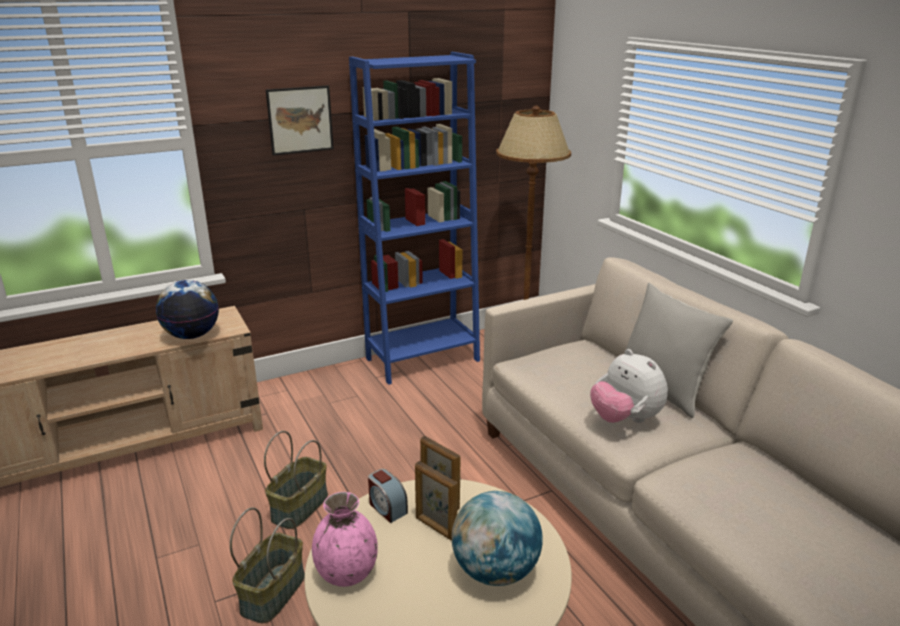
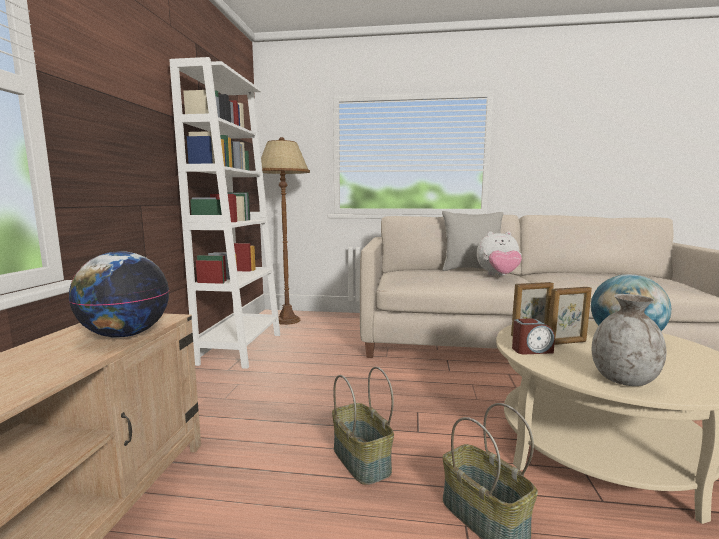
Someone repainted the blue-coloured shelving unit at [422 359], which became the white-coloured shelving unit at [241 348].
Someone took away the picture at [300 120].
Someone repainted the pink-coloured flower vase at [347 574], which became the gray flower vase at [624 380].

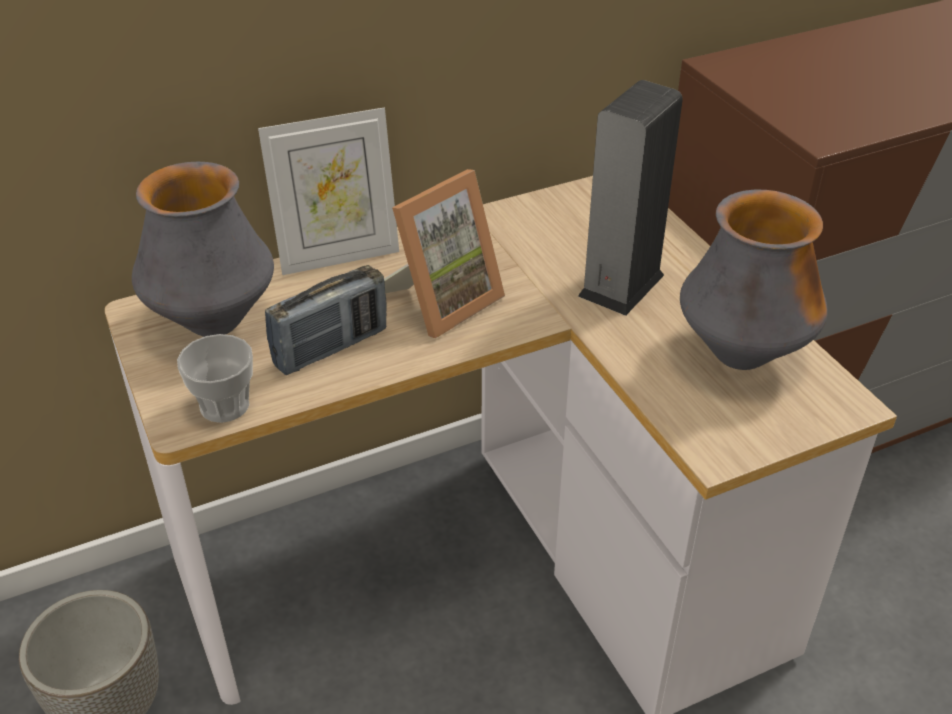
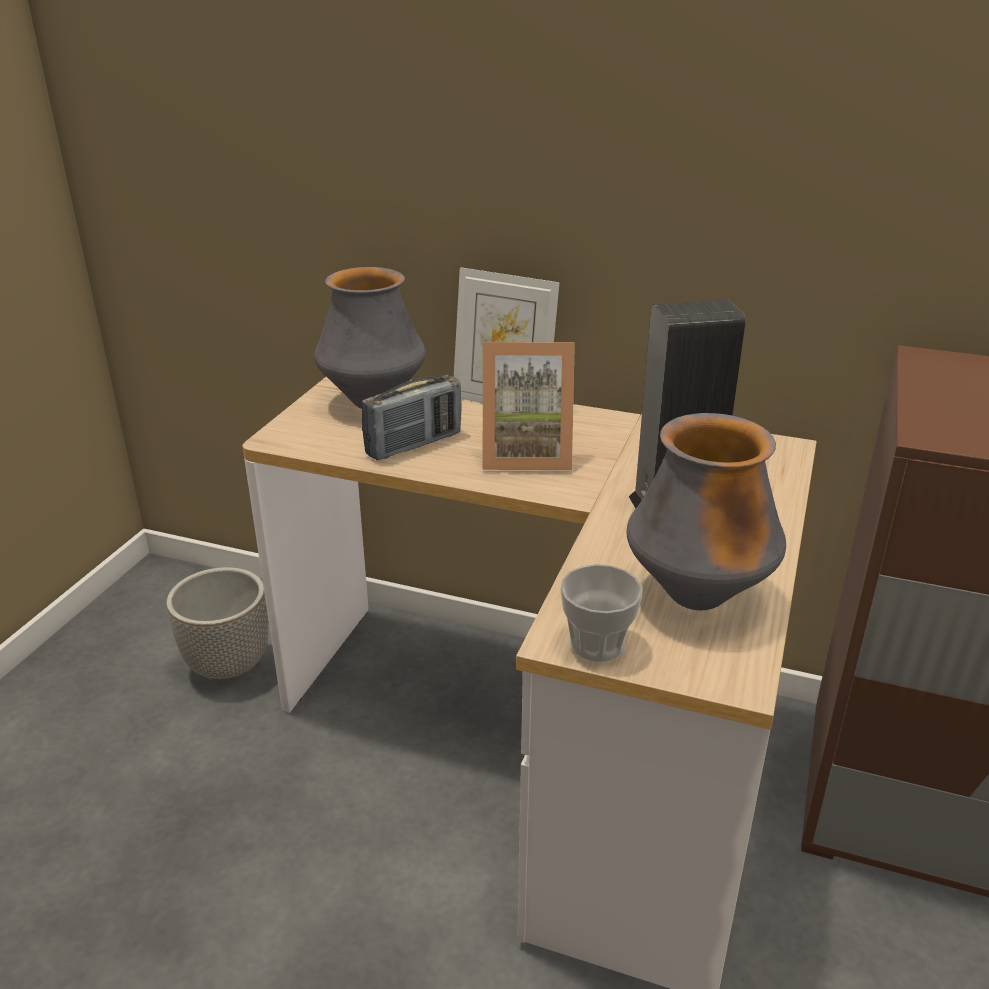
Someone rotated the radio set at [331 347] by 45 degrees counterclockwise.
Someone carried the cup from [224 406] to [597 644].

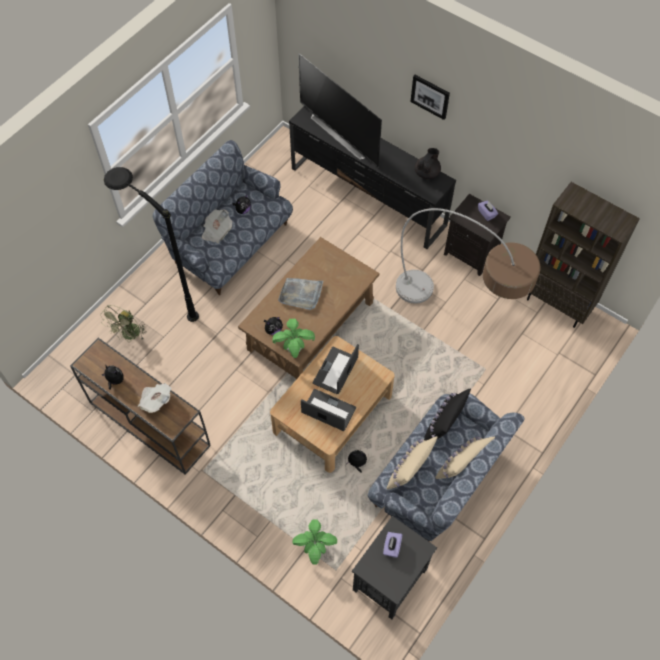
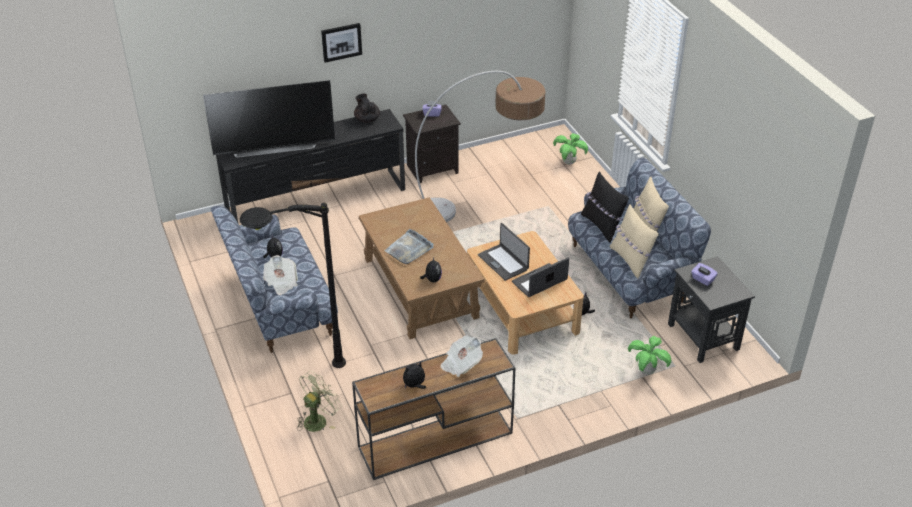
Someone took away the brownish shelving unit at [557 304].
Someone rotated the green cooling fan at [129 335] by 105 degrees counterclockwise.
Someone carried the houseplant from [294 349] to [569 162].

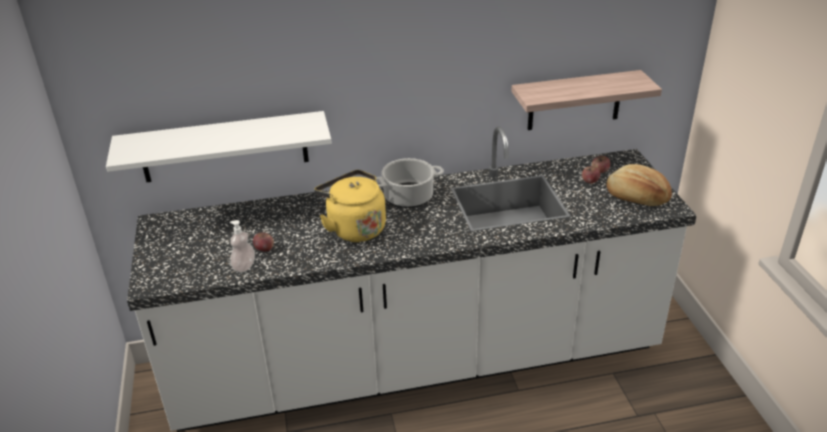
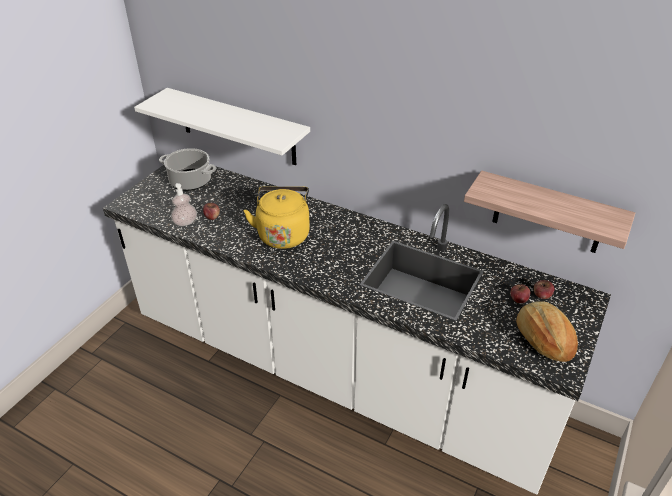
Someone carried the stockpot from [408 197] to [189 181].

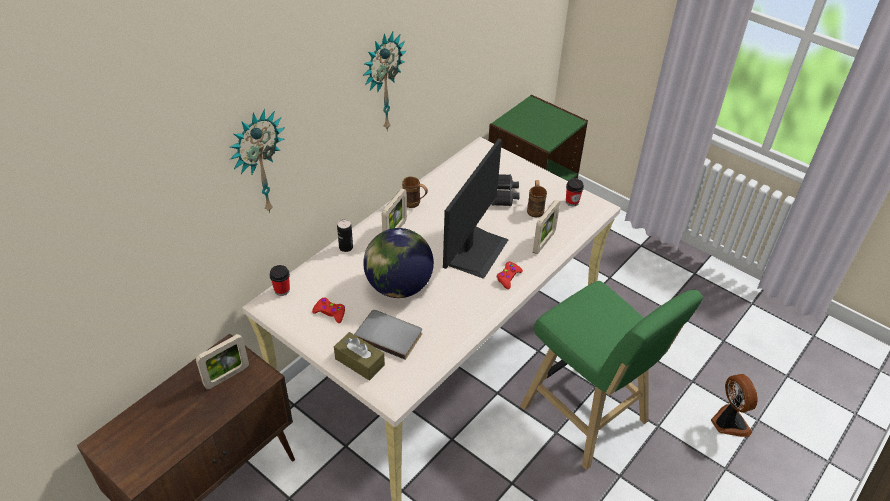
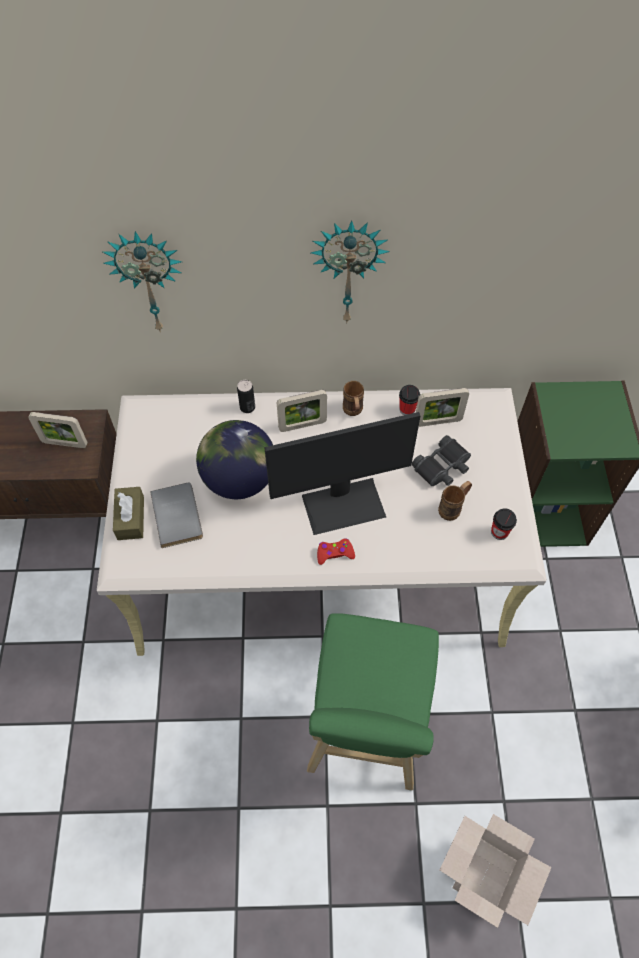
Someone carried the picture frame from [544 242] to [438 422].
Someone carried the cup from [282 290] to [407 409].
Someone took away the red game controller at [330 312].
Someone swapped the cooling fan at [728 422] for the carton at [484 872].

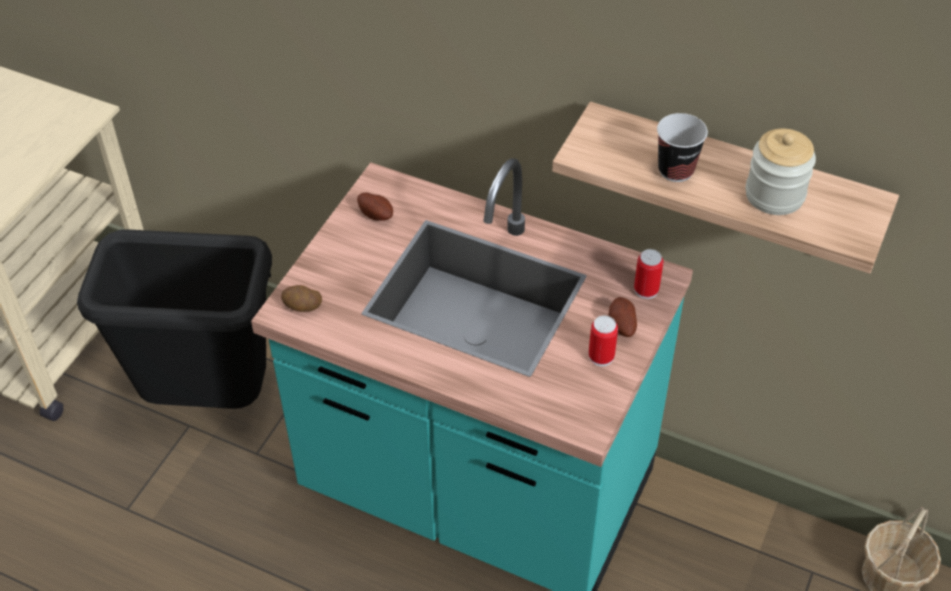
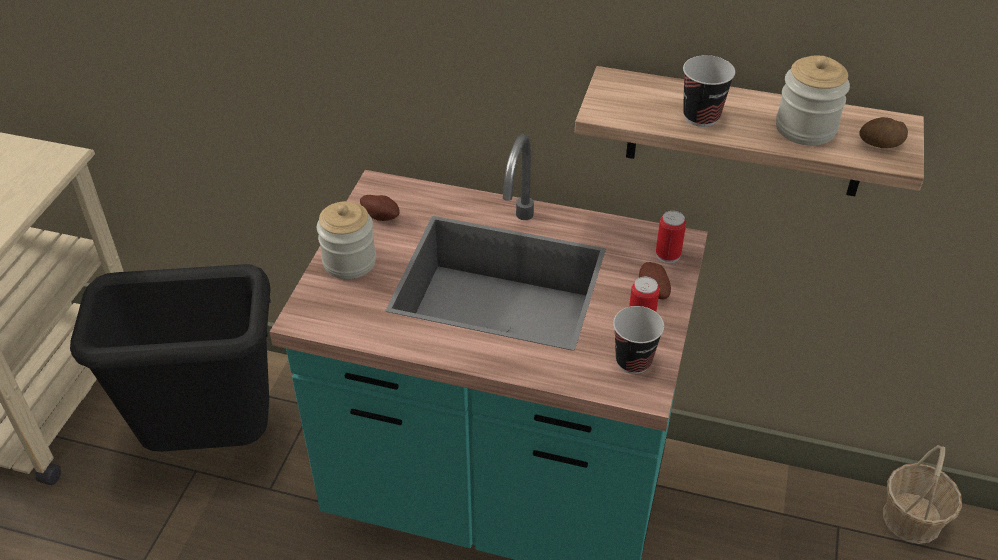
Someone carried the spud from [302 306] to [881 144].
Someone put down the storage jar at [349 261].
Someone put down the cup at [633 361].

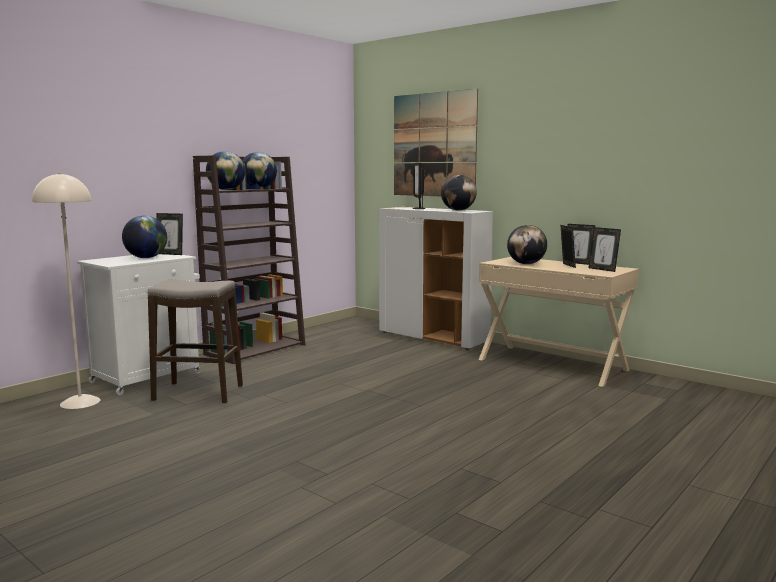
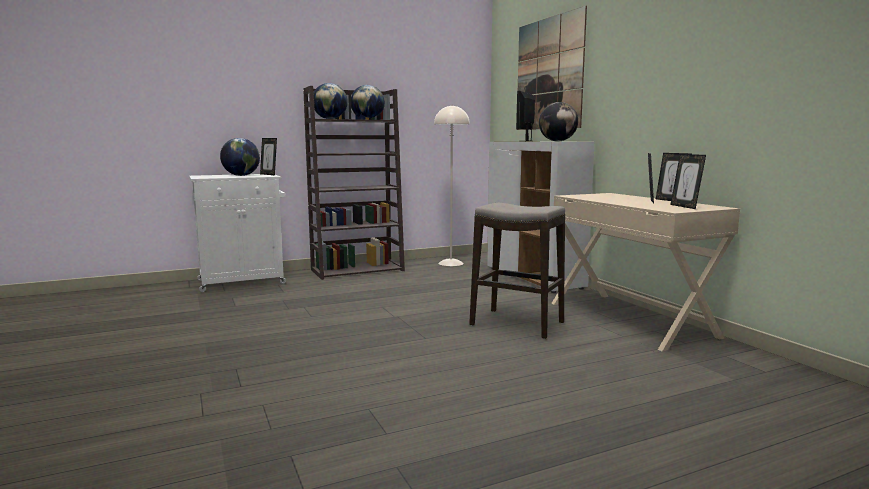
Someone carried the sand-coloured floor lamp from [79 402] to [450 263].
Someone took away the globe at [526 264].
Someone carried the stool seat from [198 393] to [517 324].

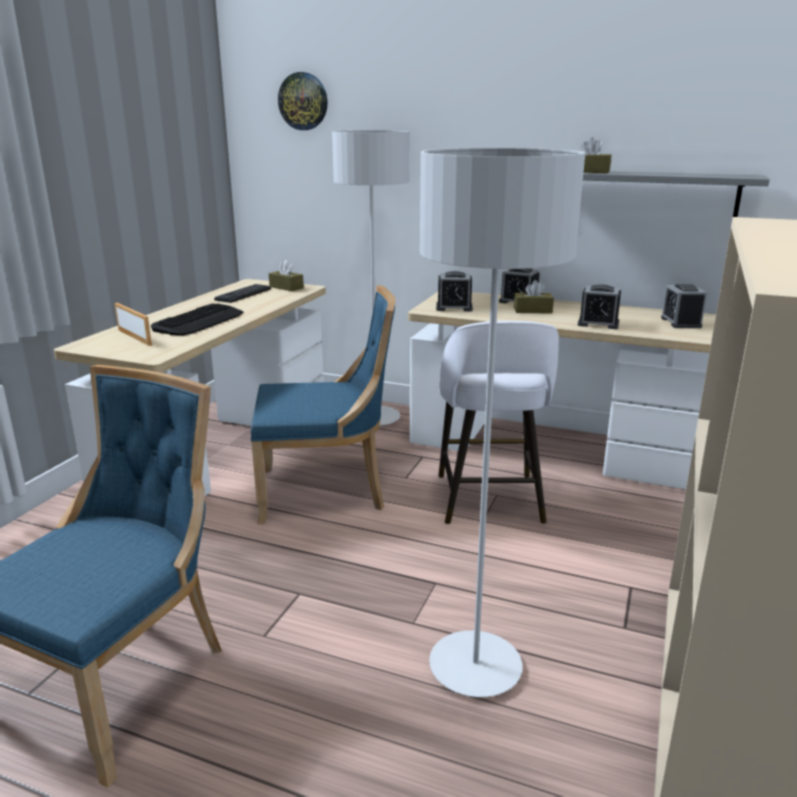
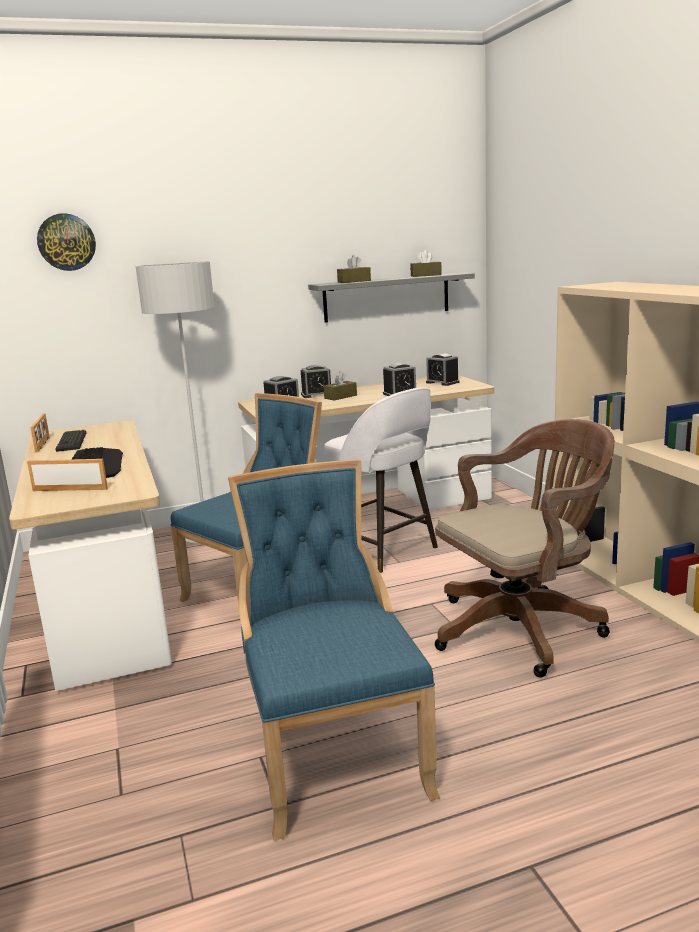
Someone swapped the gray floor lamp at [475 666] for the brownish desk chair at [523 627].
Someone carried the brownish tissue holder from [286 287] to [426 275].
Someone put down the picture frame at [43 444].

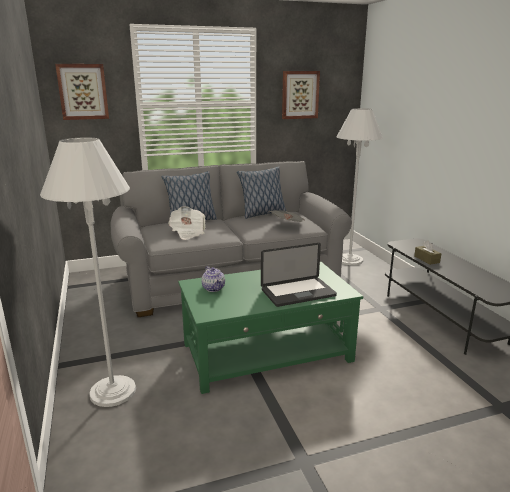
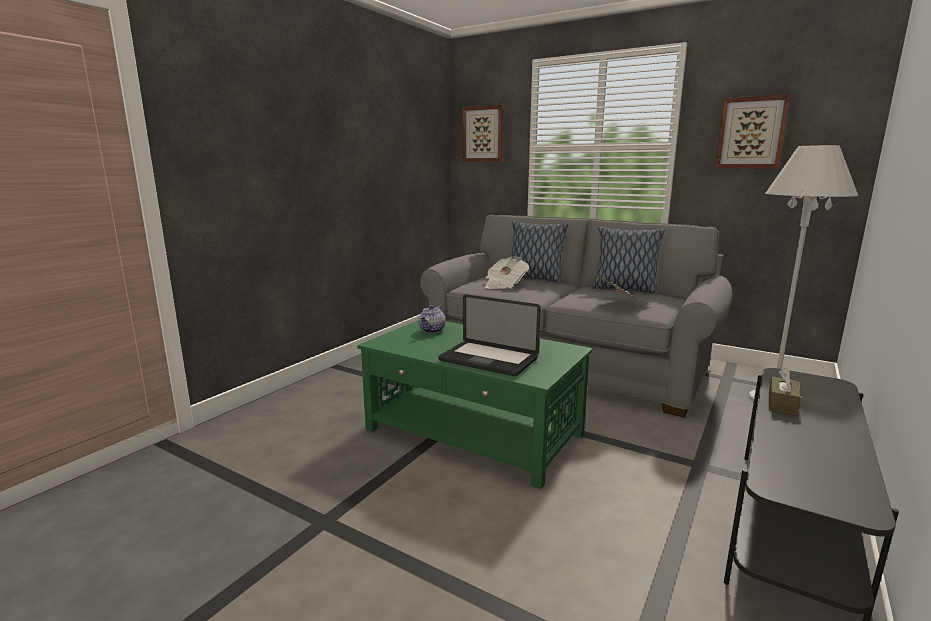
Someone took away the white-coloured floor lamp at [113 391].

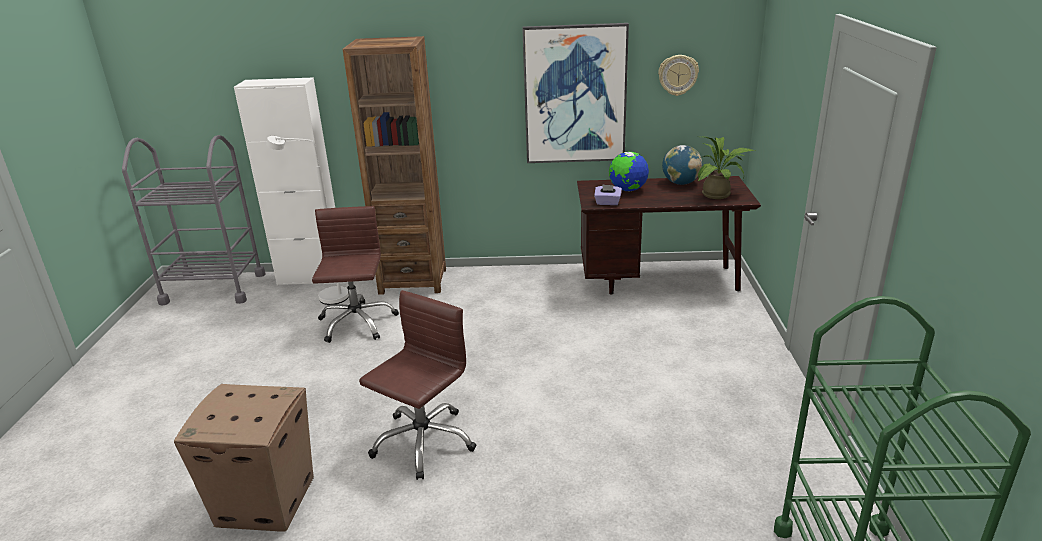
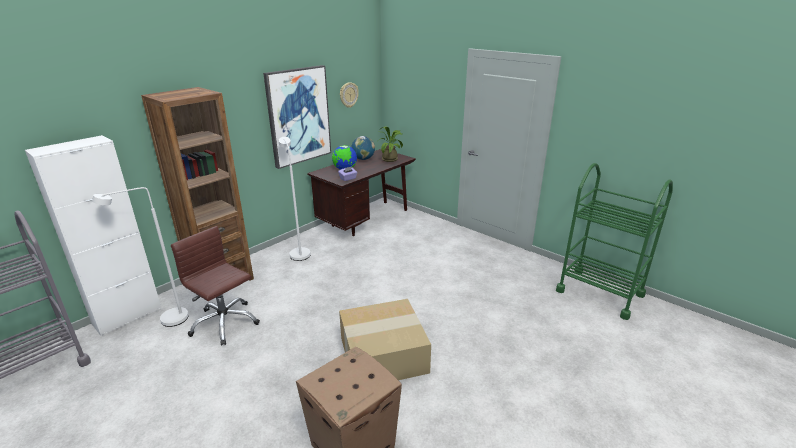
Someone swapped the brownish desk chair at [423 441] for the carton at [384 353].
Someone put down the white-coloured floor lamp at [299 252].

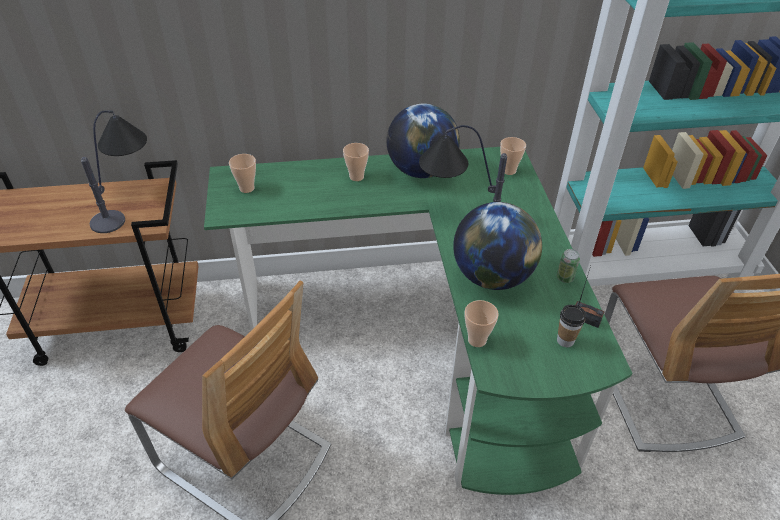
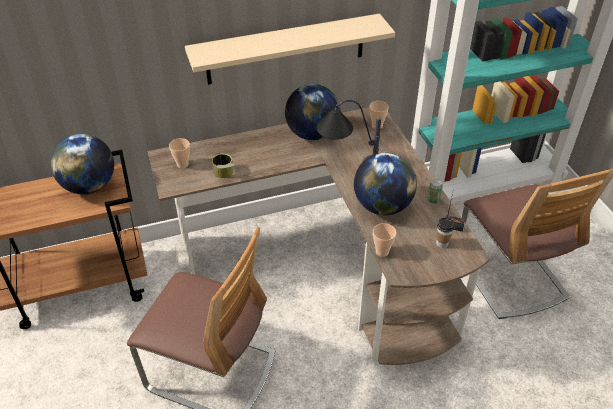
Someone swapped the tabletop lamp at [126 201] for the globe at [89 186].
Someone took away the cup at [356 177].
Someone repainted the green desk unit at [426 342], which became the brownish desk unit at [329 264].
Someone put up the sand-coloured bracket shelf at [286 49].
Someone put down the sealed can at [224 175].

